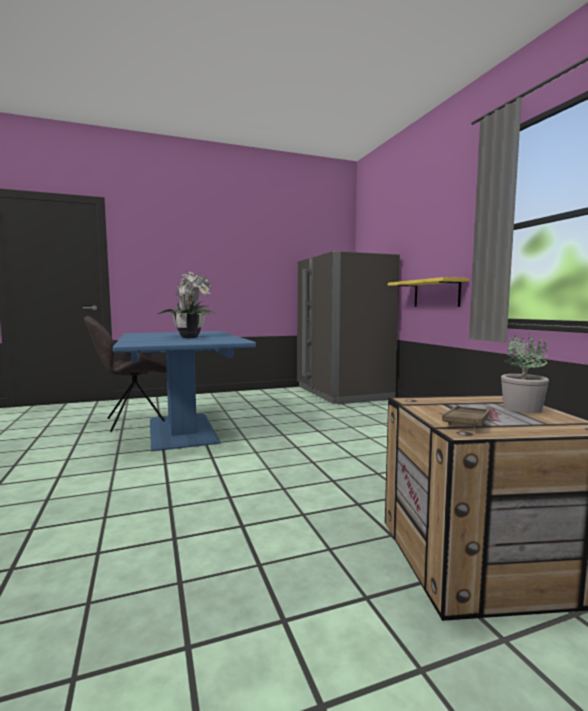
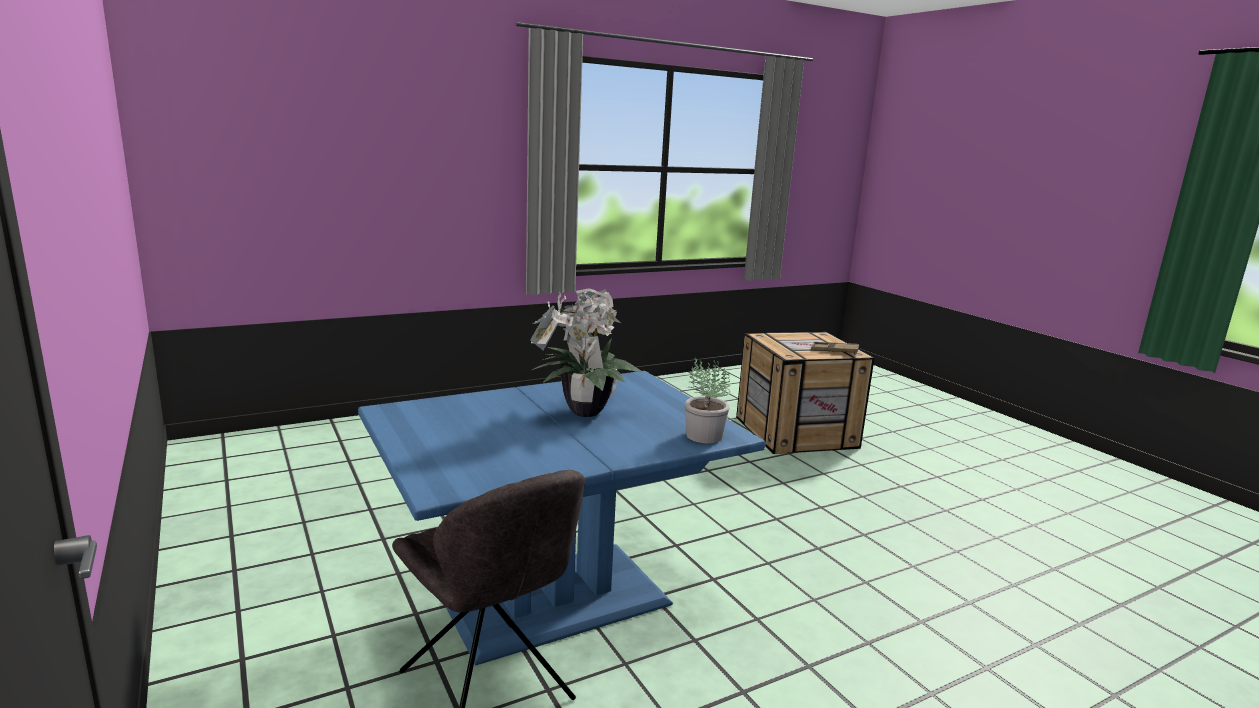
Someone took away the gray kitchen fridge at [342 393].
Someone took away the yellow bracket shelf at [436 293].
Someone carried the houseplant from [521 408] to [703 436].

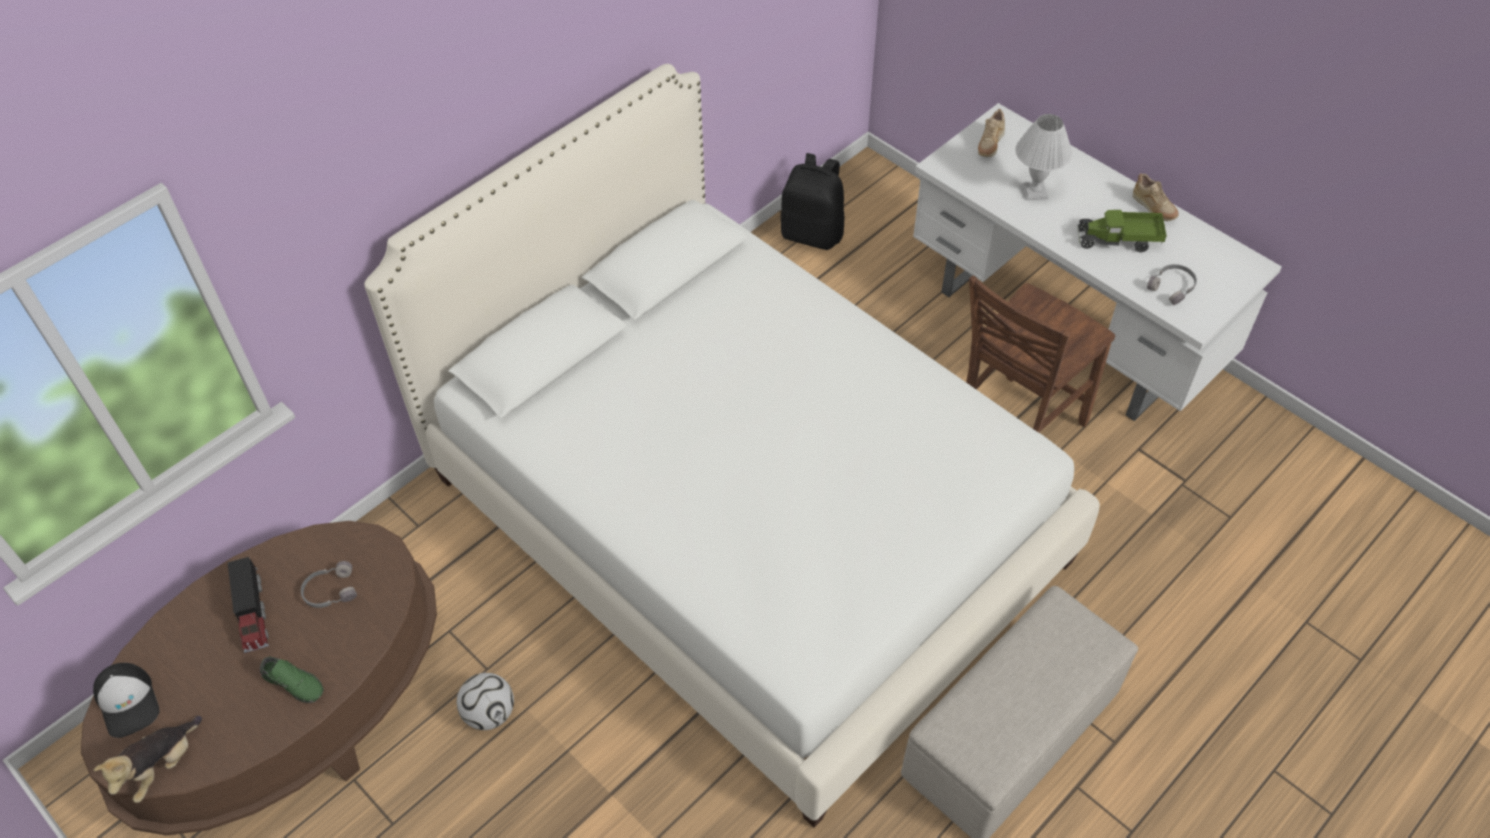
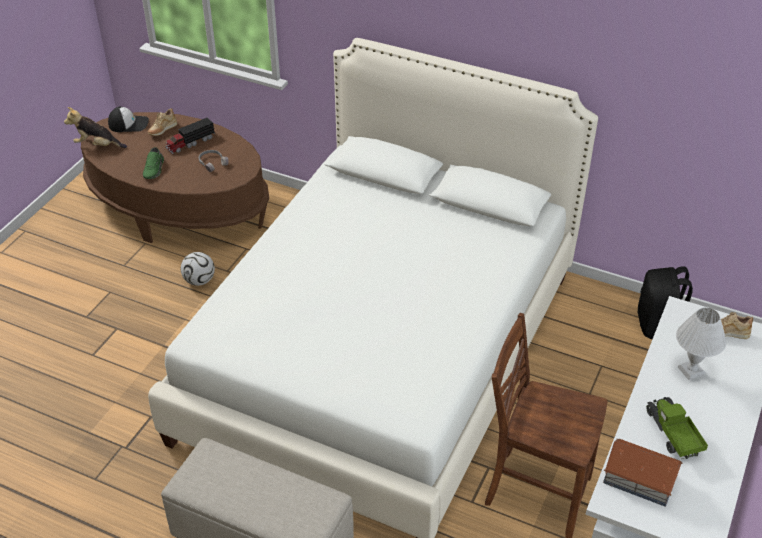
Someone carried the sand-coloured shoe from [1153 209] to [162 131].
Someone swapped the gray pair of headphones at [1173 287] for the toy house at [640 479].
Someone rotated the peaked cap at [129 702] by 135 degrees counterclockwise.

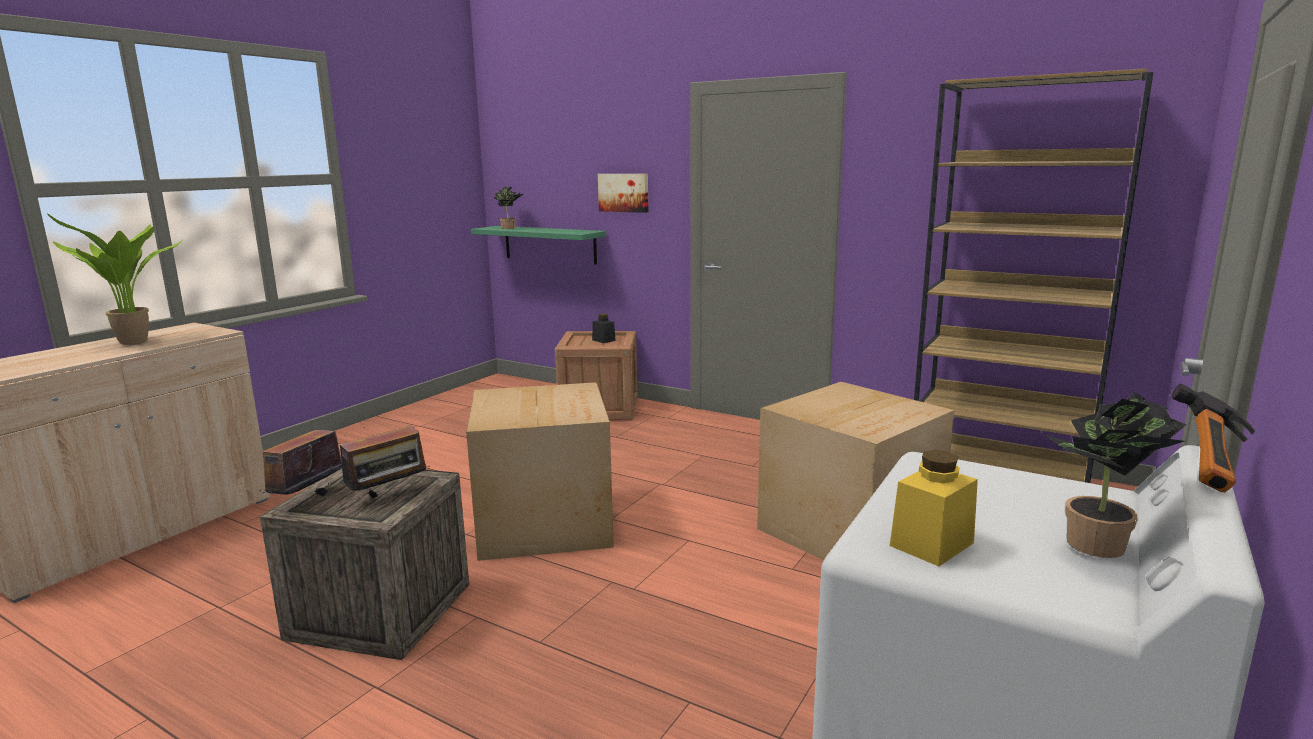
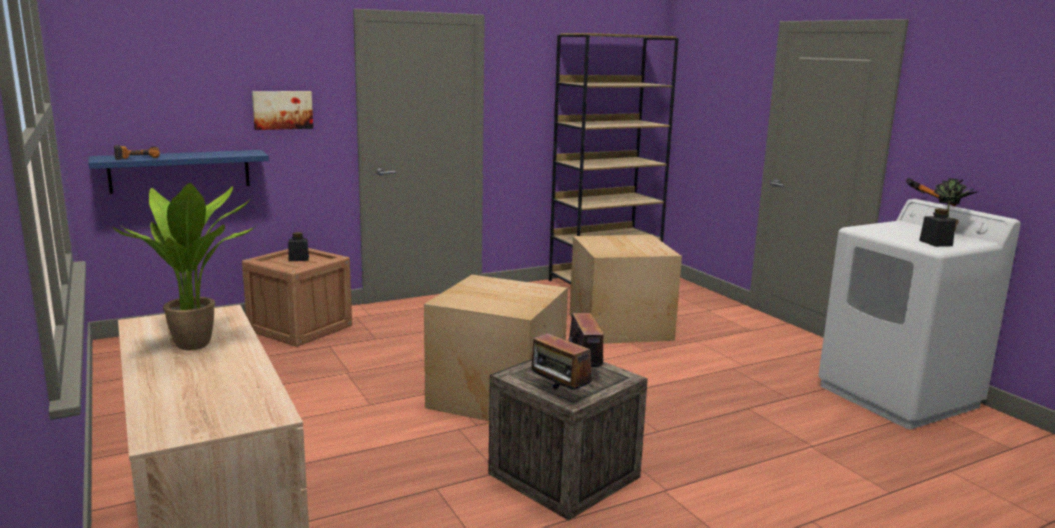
Someone swapped the houseplant at [510 228] for the drill at [137 157].
Someone repainted the green bracket shelf at [549 244], which became the blue-coloured bracket shelf at [180 171].
Someone repainted the yellow storage jar at [931 544], which became the black-coloured storage jar at [935 243].

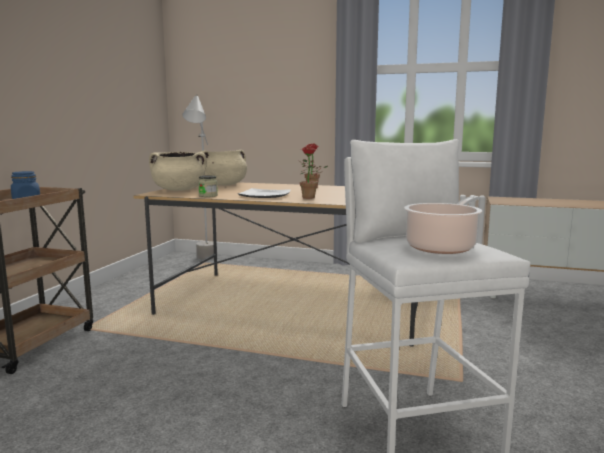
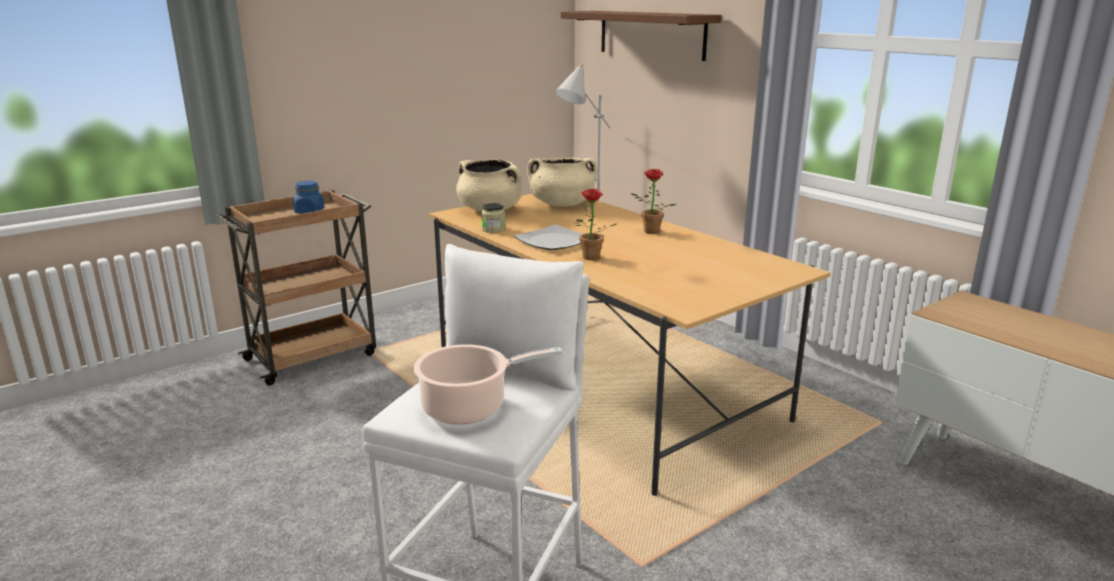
Someone put up the brownish bracket shelf at [651 34].

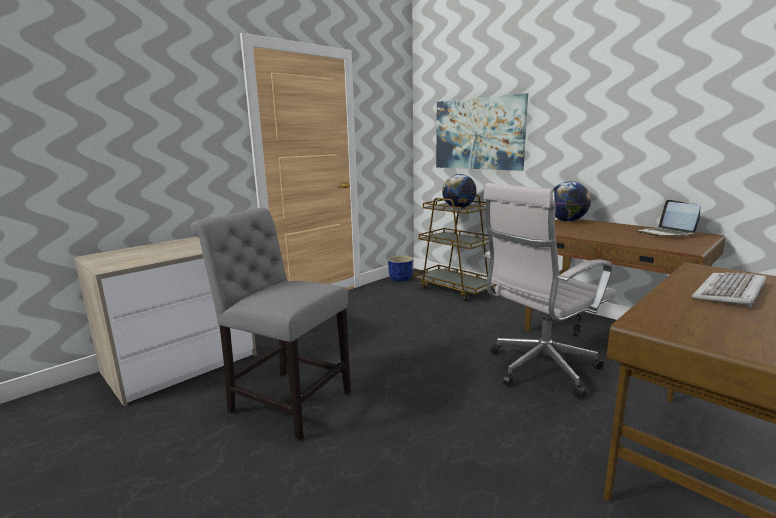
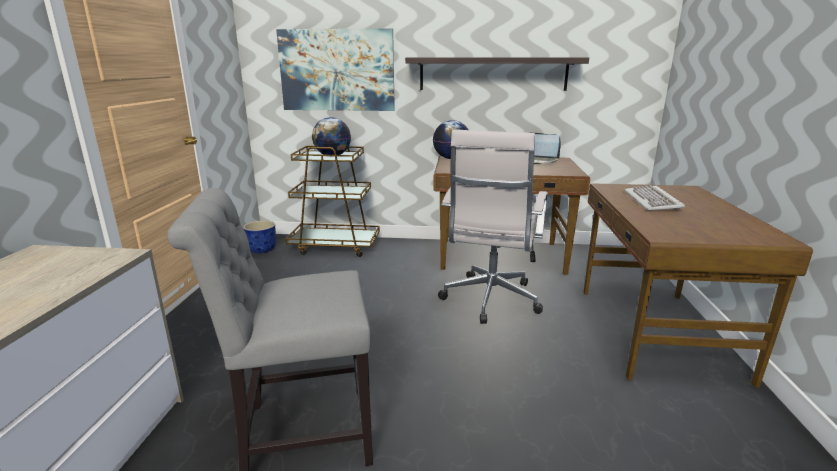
Someone put up the bracket shelf at [493 74].

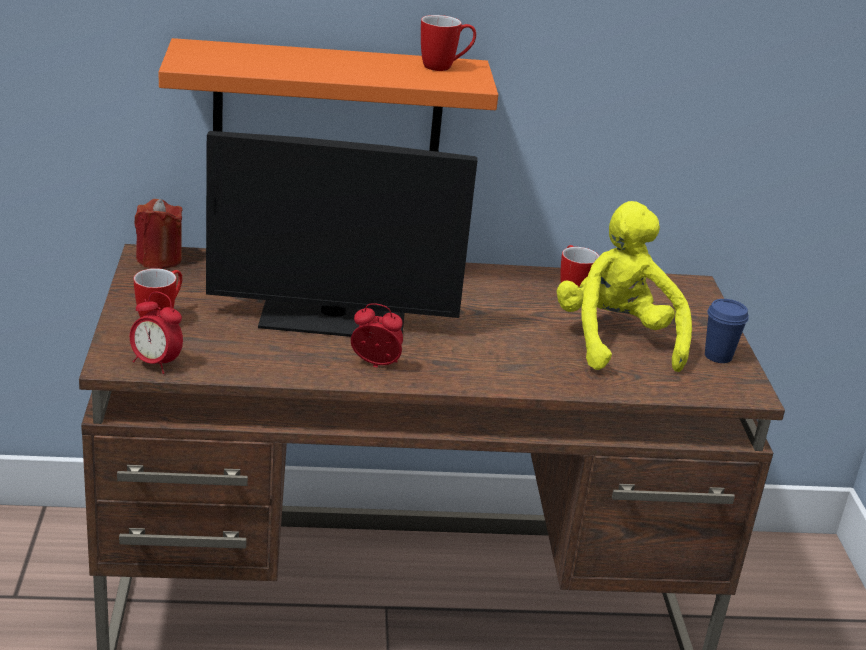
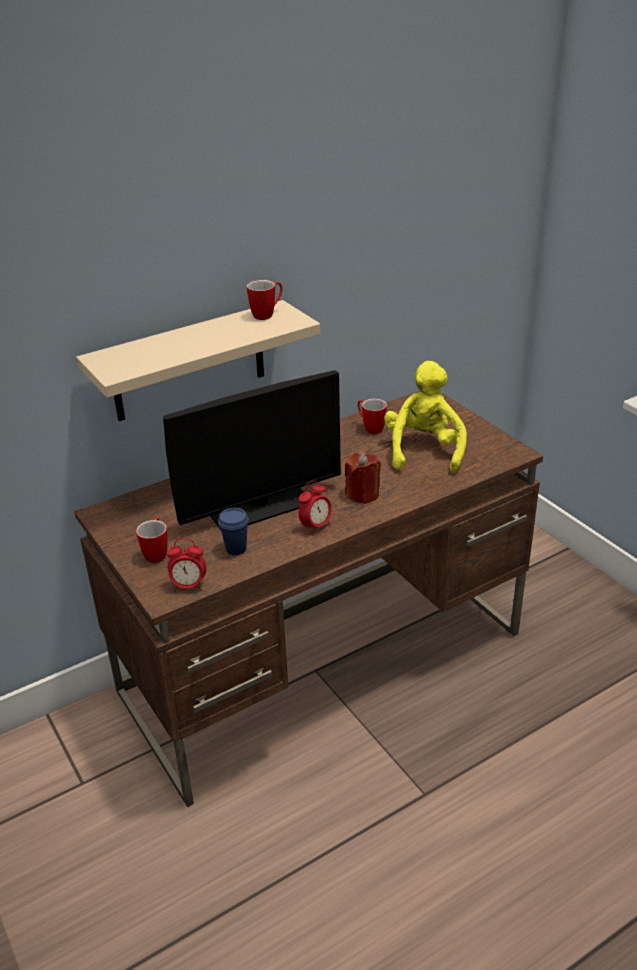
Someone repainted the orange-coloured bracket shelf at [328 101], which became the sand-coloured bracket shelf at [189 362].
Someone carried the red wax light from [159 259] to [362 494].
Someone rotated the yellow soft toy at [615 340] by 45 degrees clockwise.
Someone carried the blue-coloured cup from [718 356] to [236 549].
Someone rotated the table clock at [376 365] by 150 degrees clockwise.

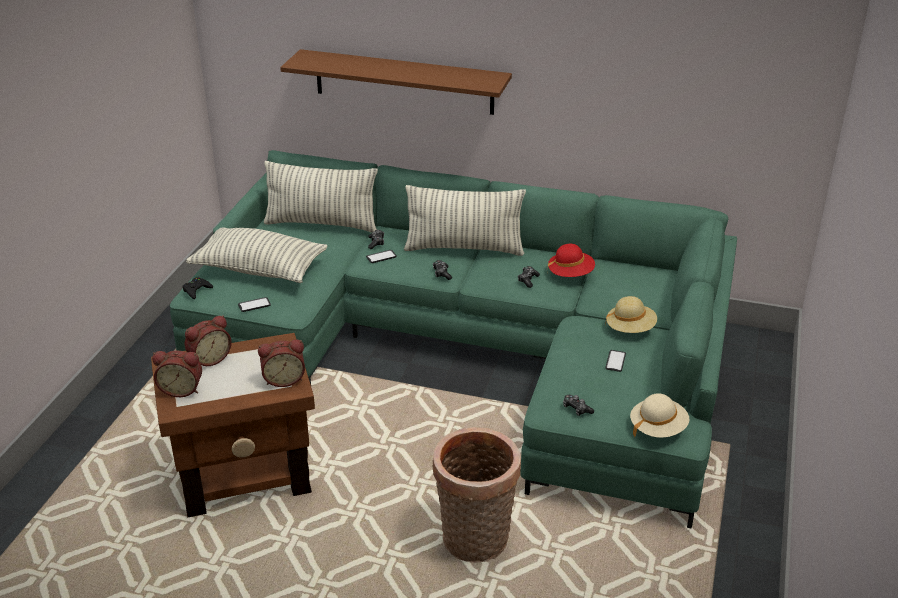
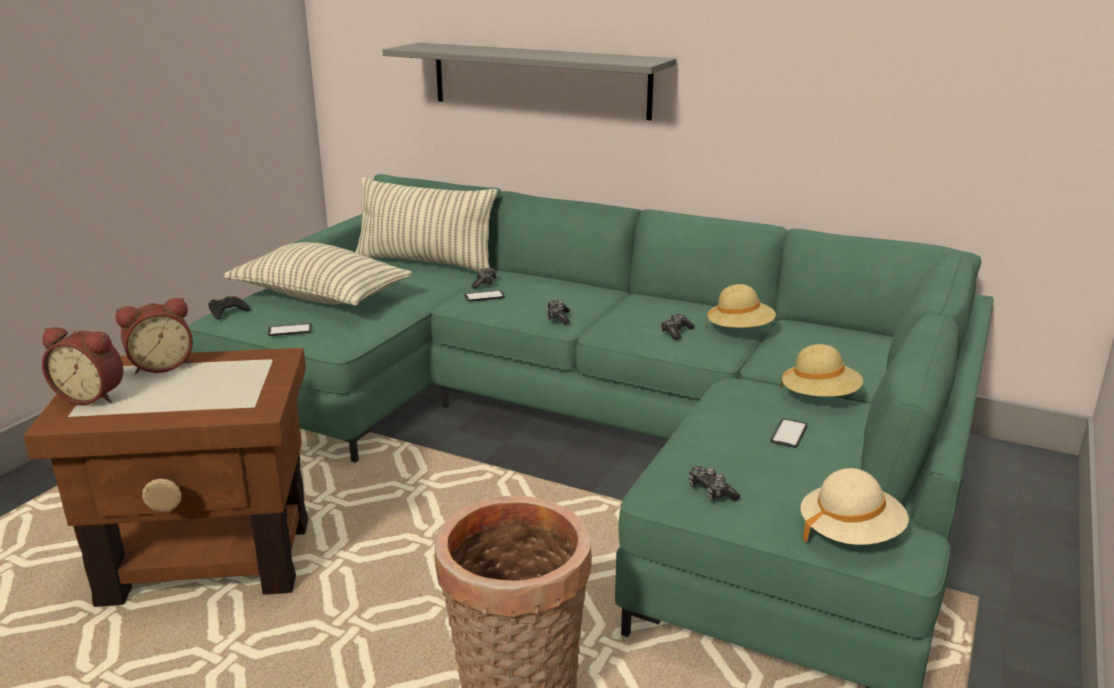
Someone repainted the brownish bracket shelf at [404 82], which became the gray bracket shelf at [539 80].
Someone took away the pillow at [464 248].
Someone repainted the red clothing hat at [570 274], which became the sand-coloured clothing hat at [740 330].
Someone took away the table clock at [284 379].

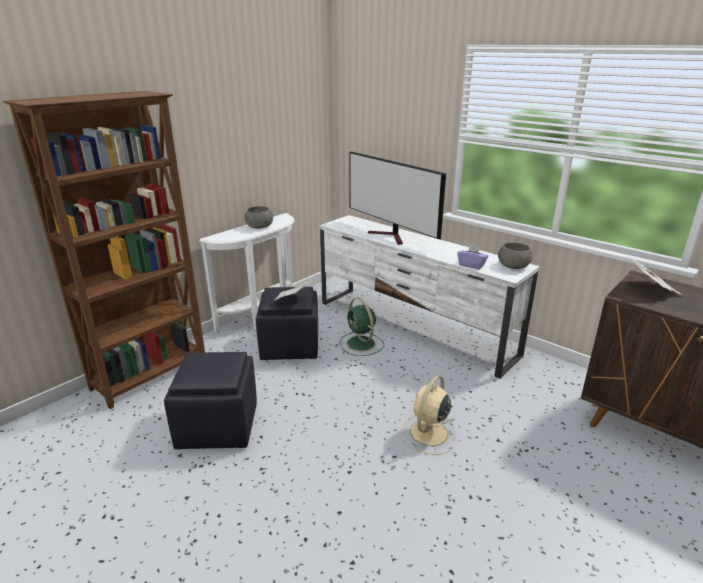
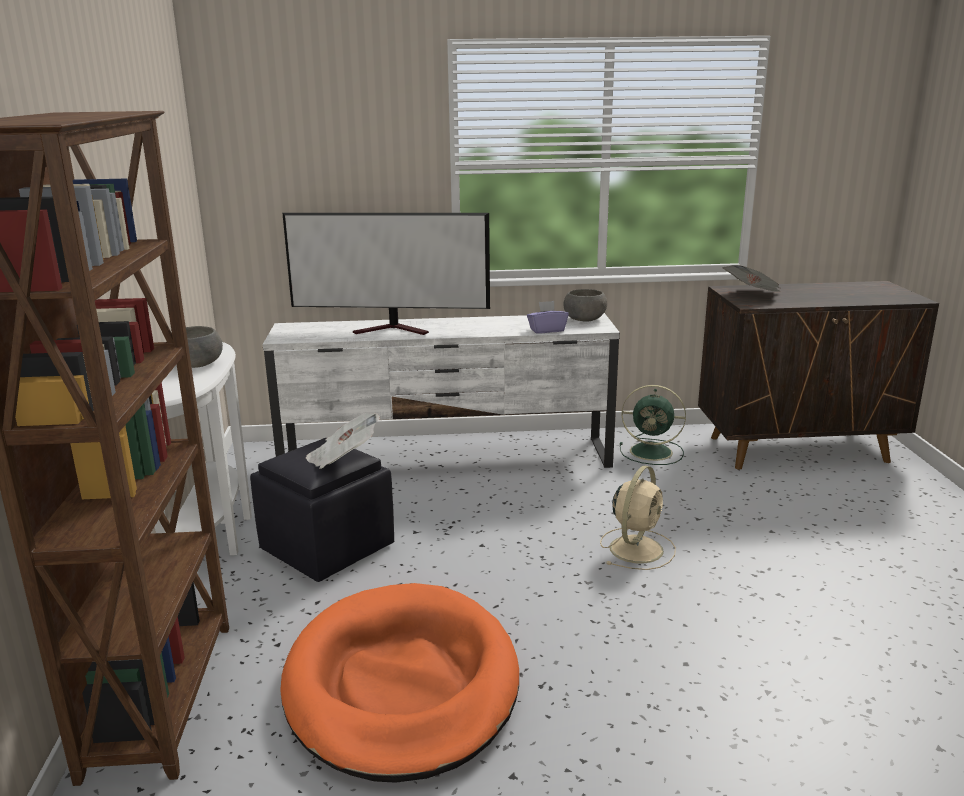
Someone carried the green cooling fan from [361 344] to [653 452].
Someone swapped the black-coloured pouffe at [217 426] for the orange-coloured pet bed at [402 685].
Someone rotated the sand-coloured cooling fan at [428 434] by 135 degrees counterclockwise.

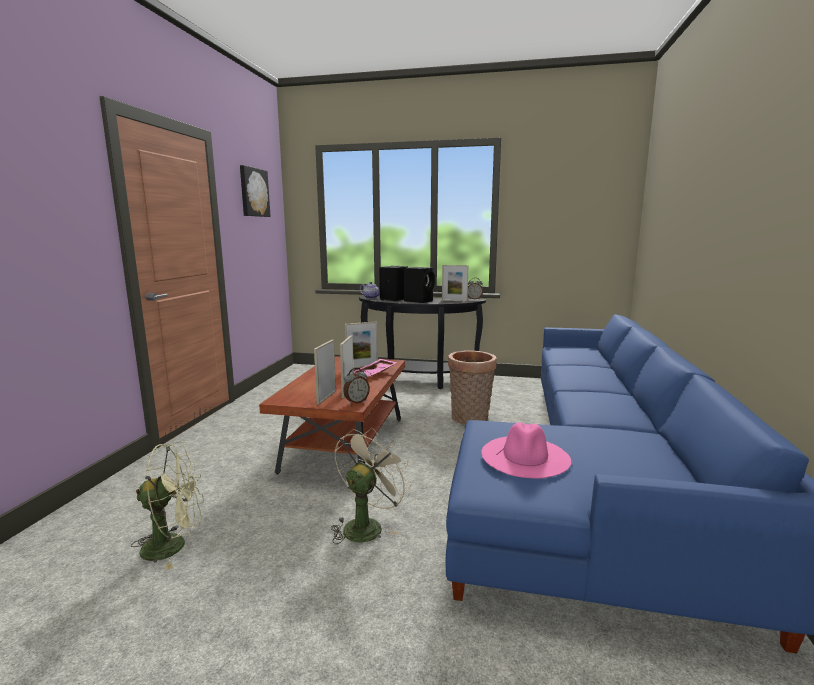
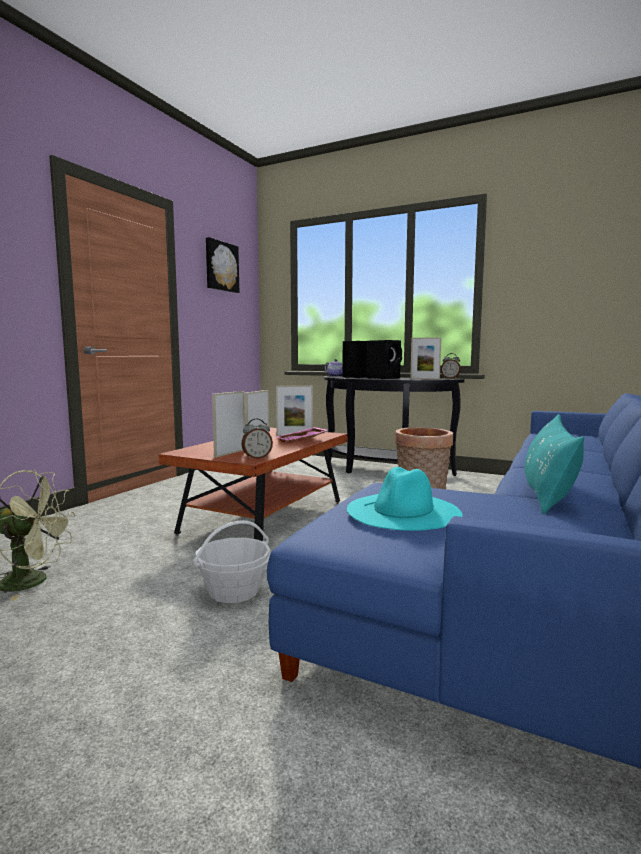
Someone repainted the pink-coloured clothing hat at [525 456], which became the turquoise clothing hat at [403 510].
Someone swapped the sand-coloured cooling fan at [366 525] for the storage basket at [234 591].
Someone put down the turquoise pillow at [547 492].

